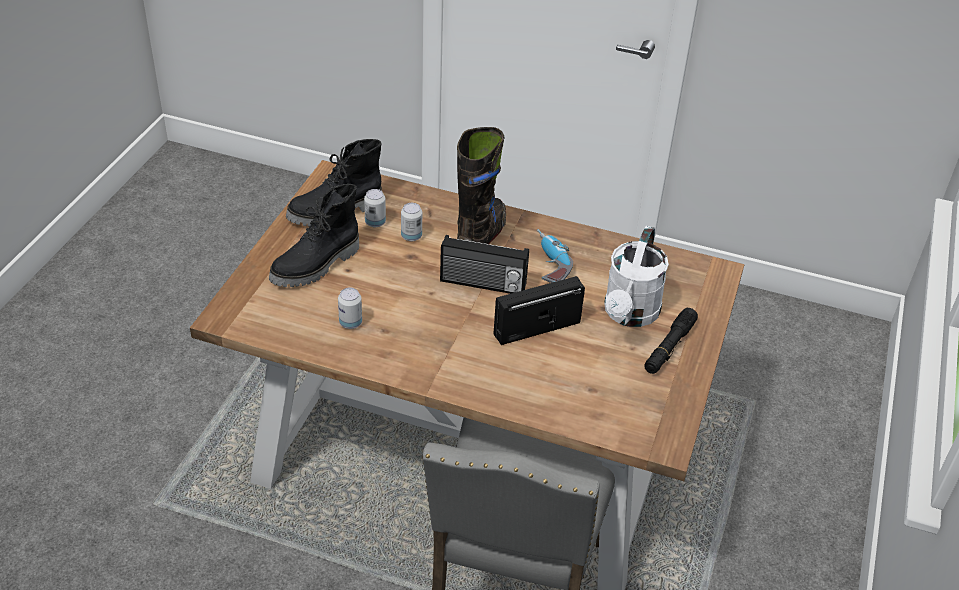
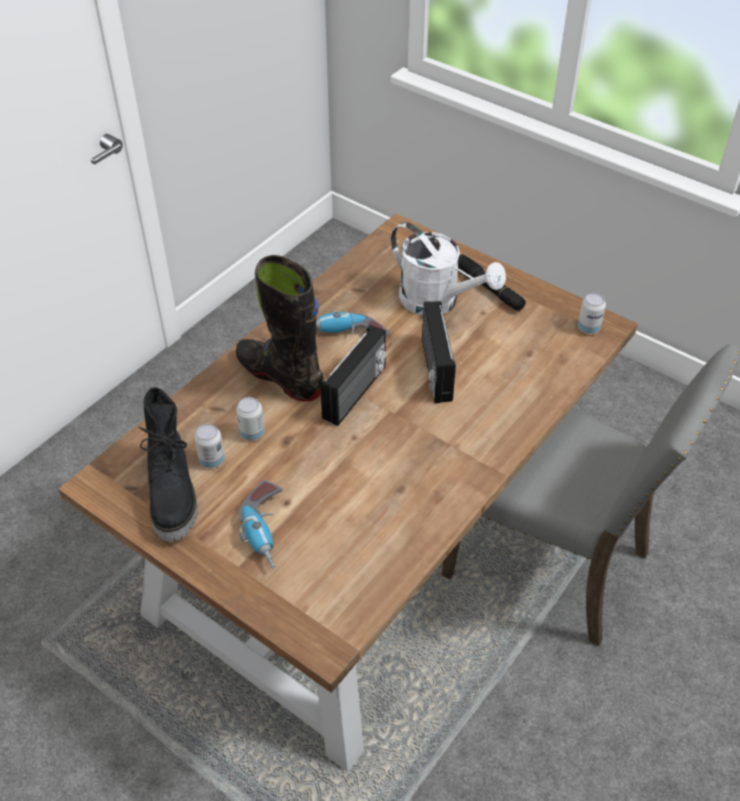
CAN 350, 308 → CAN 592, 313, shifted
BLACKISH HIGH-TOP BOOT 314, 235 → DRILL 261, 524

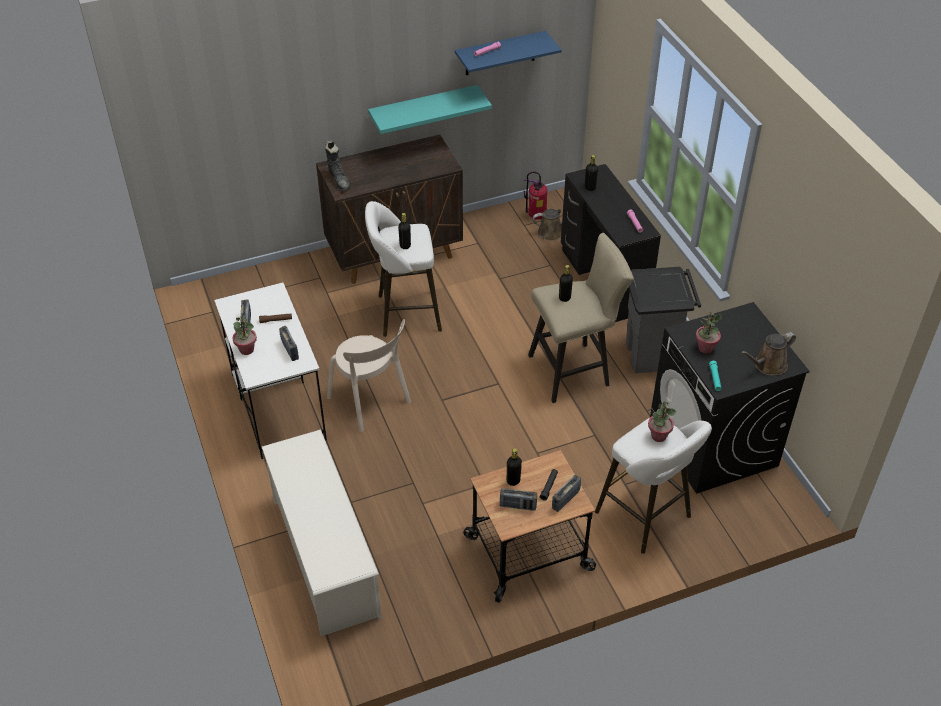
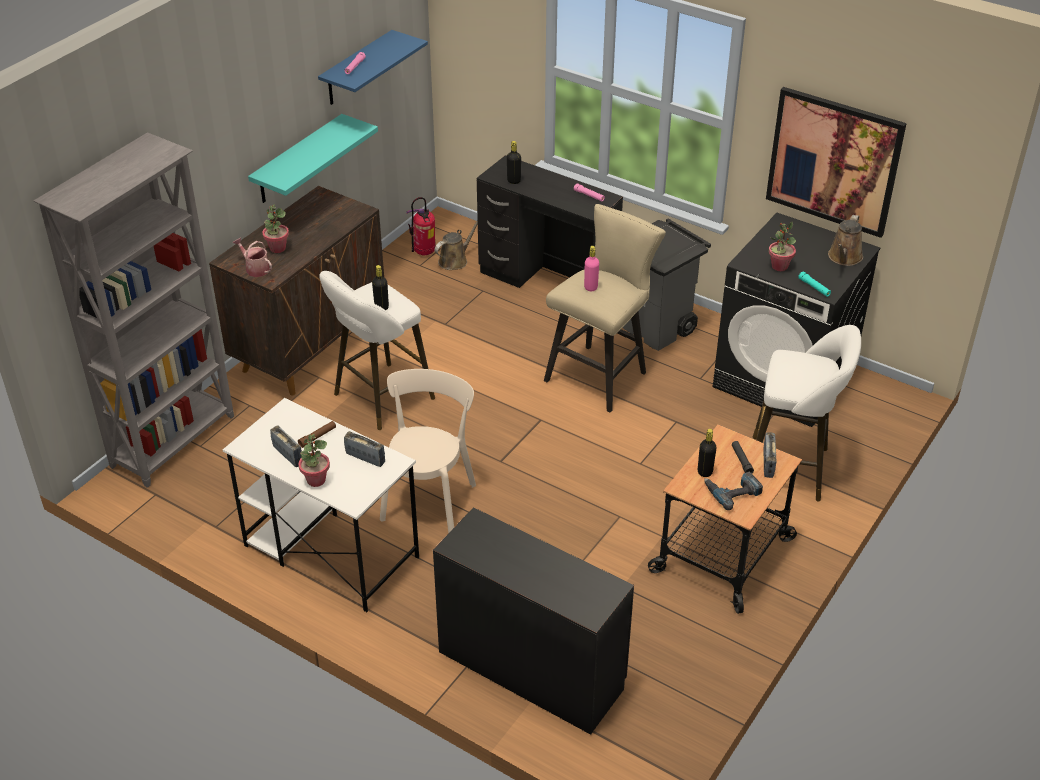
- → GRAY BOOKSHELF 134, 310
- → WALL ART 836, 162
HOUSEPLANT 662, 421 → HOUSEPLANT 275, 229, shifted
WHITE SHOE RACK 322, 533 → BLACKISH DESK TABLE 533, 621
BLACKISH HIGH-TOP BOOT 338, 165 → WATERING POT 252, 257
RADIO SET 518, 499 → DRILL 733, 491
BLACKISH DRINK BOTTLE 566, 283 → PINK DRINK BOTTLE 591, 268
BEIGE CHAIR 369, 375 → BEIGE CHAIR 428, 451, 90 degrees counterclockwise

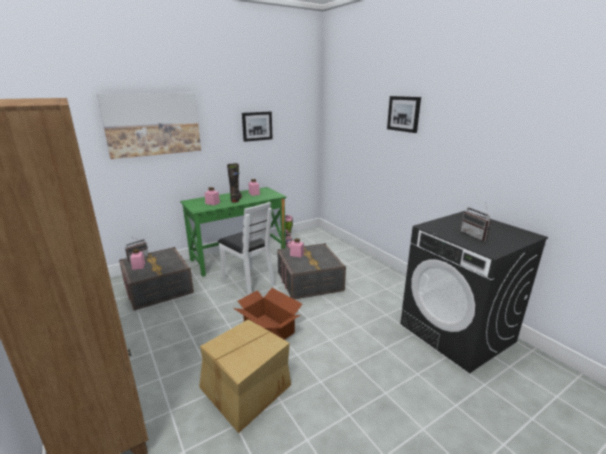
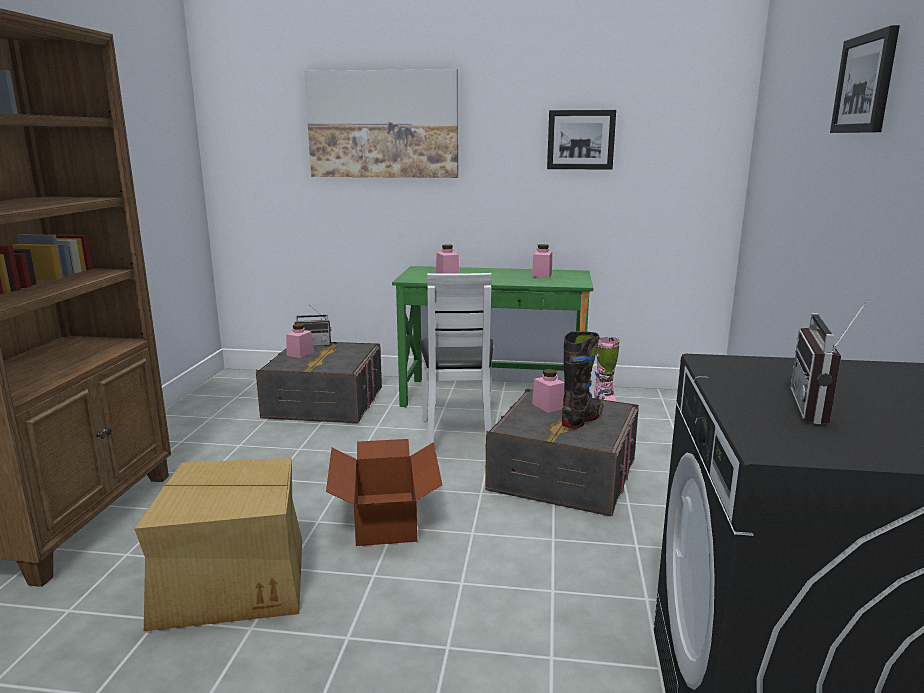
BLACKISH HIGH-TOP BOOT 234, 182 → BLACKISH HIGH-TOP BOOT 582, 380, shifted

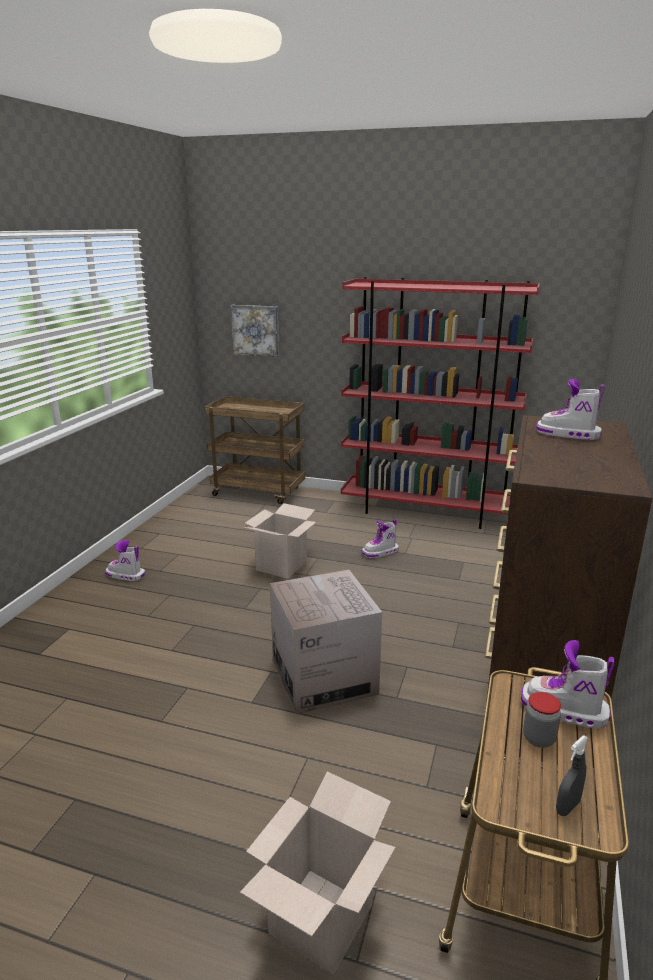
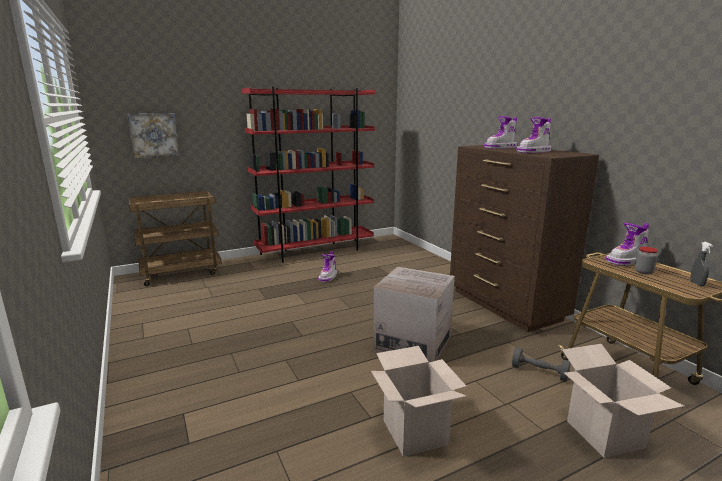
- → GRAY FREE WEIGHT 541, 364
HIGH-TOP BOOT 125, 560 → HIGH-TOP BOOT 534, 135, shifted
CARDBOARD BOX 280, 541 → CARDBOARD BOX 419, 401, shifted

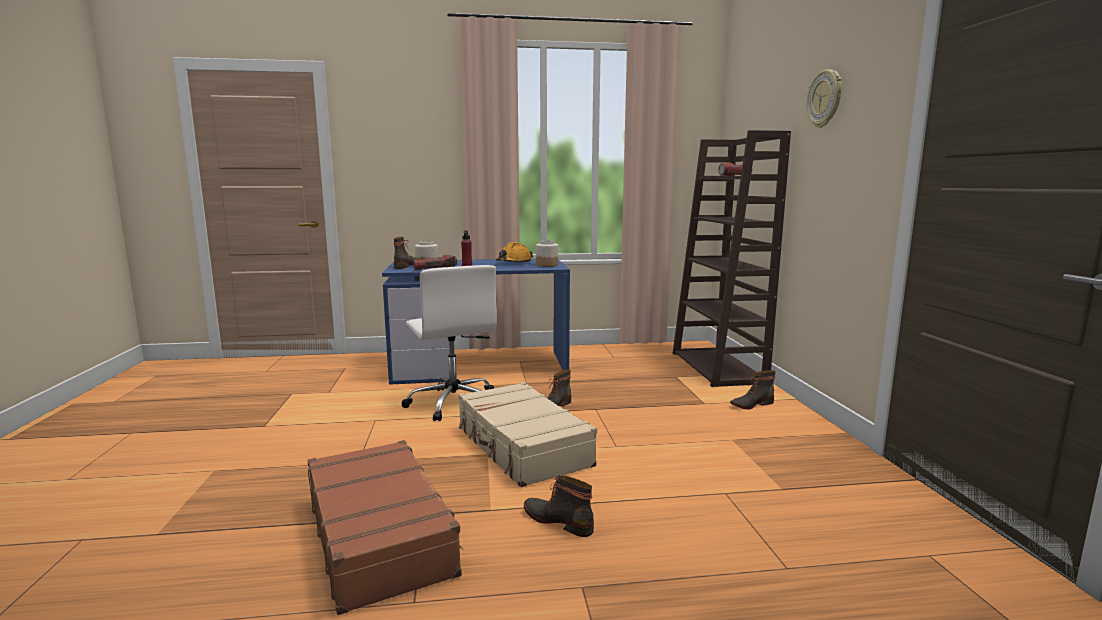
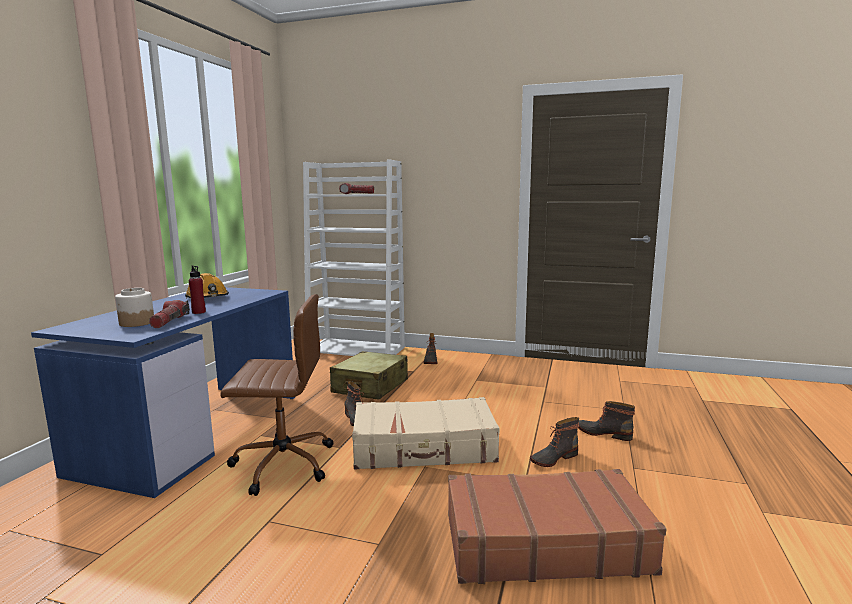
JAR 547, 253 → -
WALL CLOCK 824, 98 → -
- → BEIGE SUITCASE 369, 375
HIGH-TOP BOOT 404, 253 → HIGH-TOP BOOT 606, 421, shifted
WHITE DESK CHAIR 449, 343 → BROWN-COLOURED DESK CHAIR 276, 395
BROWN-COLOURED BOOKSHELF 731, 258 → WHITE BOOKSHELF 354, 258

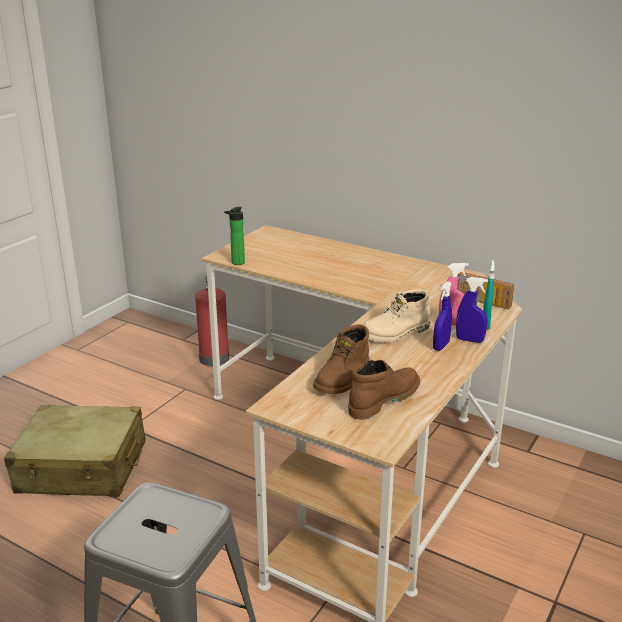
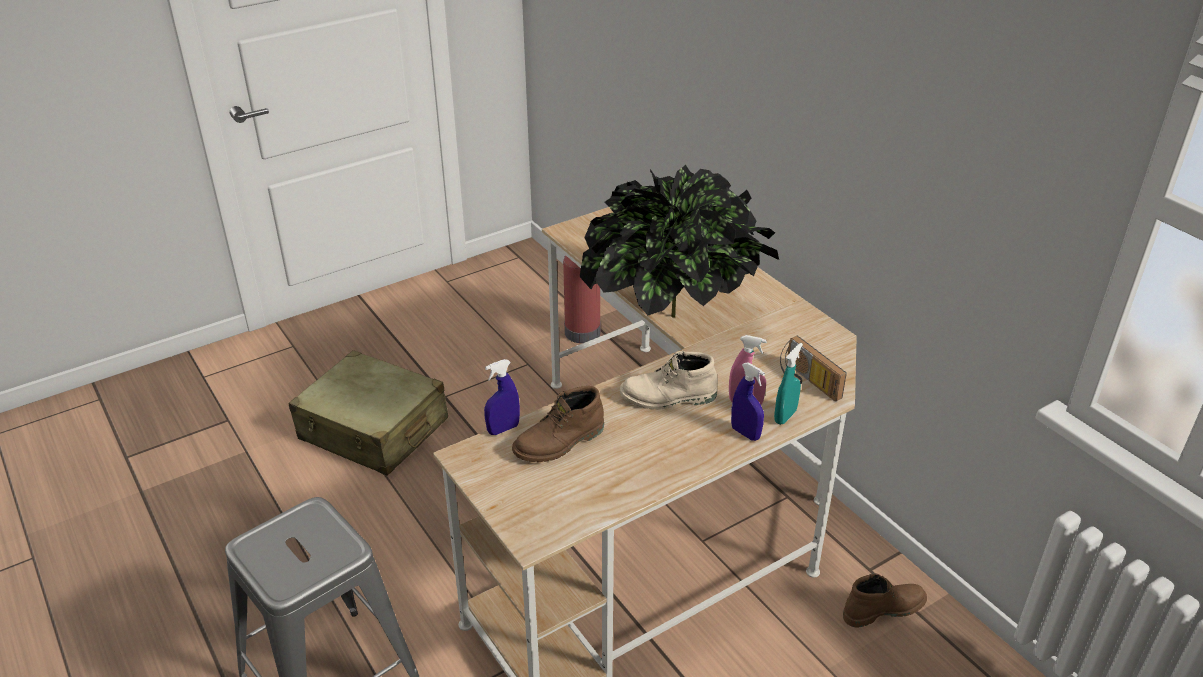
DRINK BOTTLE 234, 236 → -
- → HOUSEPLANT 679, 241
BROWN-COLOURED HIGH-TOP BOOT 384, 390 → BROWN-COLOURED HIGH-TOP BOOT 885, 601, shifted
BLUE HAND SPRAYER 442, 316 → BLUE HAND SPRAYER 502, 397, shifted

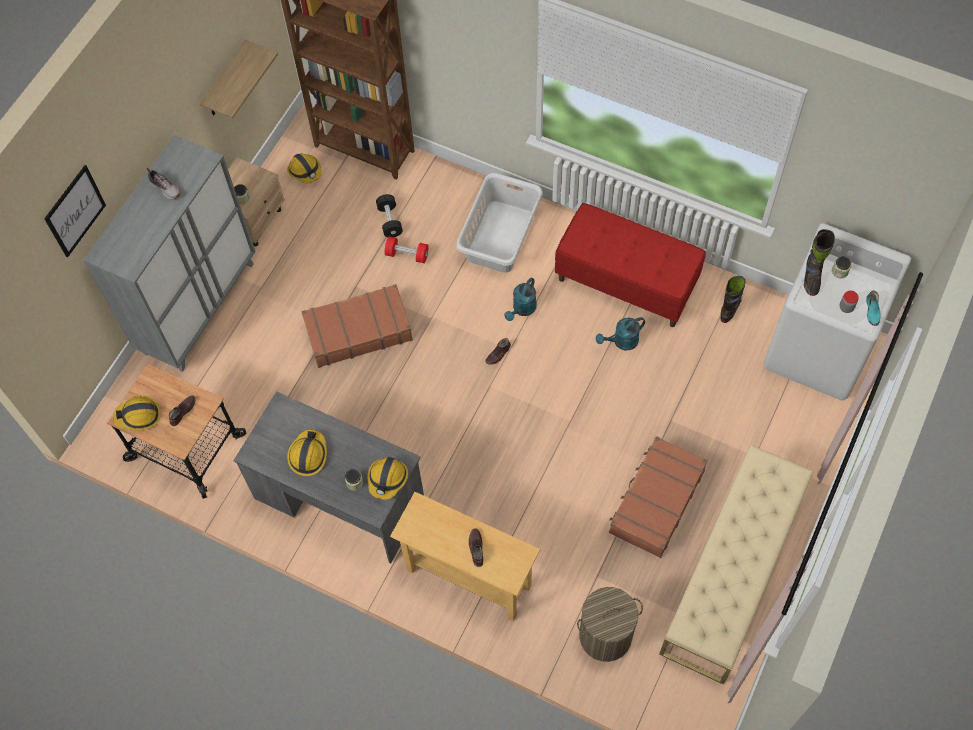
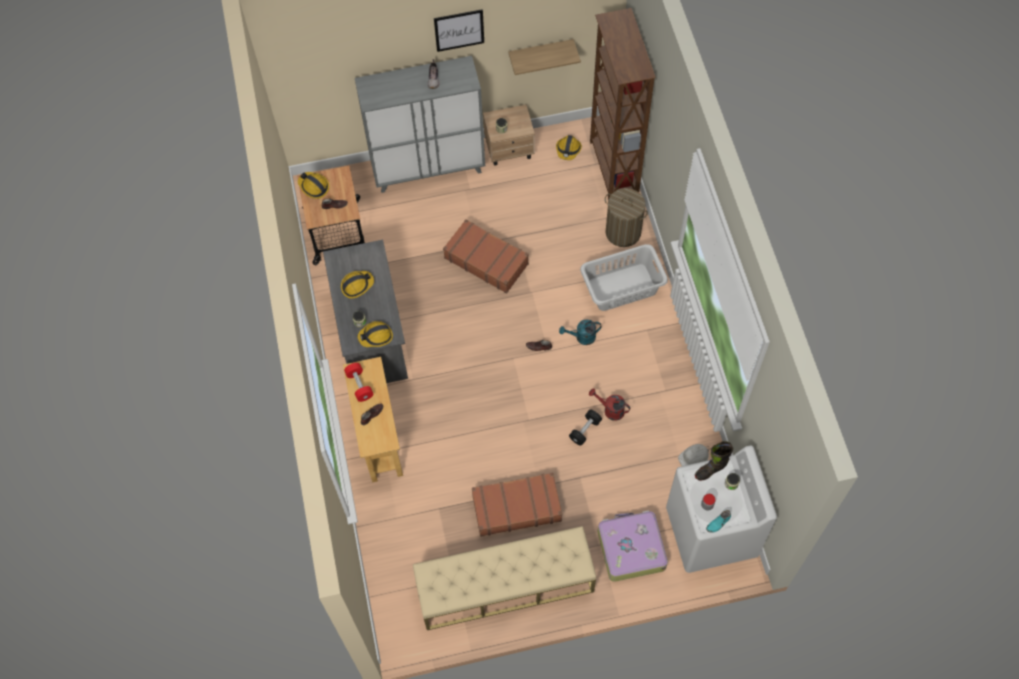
REDDISH LONG SEAT 630, 265 → -
- → SUITCASE 633, 546
WALL ART 75, 211 → WALL ART 459, 30, shifted
BLACKISH FREE WEIGHT 389, 215 → BLACKISH FREE WEIGHT 585, 427, shifted
REDDISH FREE WEIGHT 407, 249 → REDDISH FREE WEIGHT 358, 382, shifted
HAMPER 610, 624 → HAMPER 626, 217, shifted
BLACKISH HIGH-TOP BOOT 733, 299 → WHITE HARD HAT 693, 455
BLUE-GREEN WATERING POT 620, 333 → REDDISH WATERING POT 609, 404

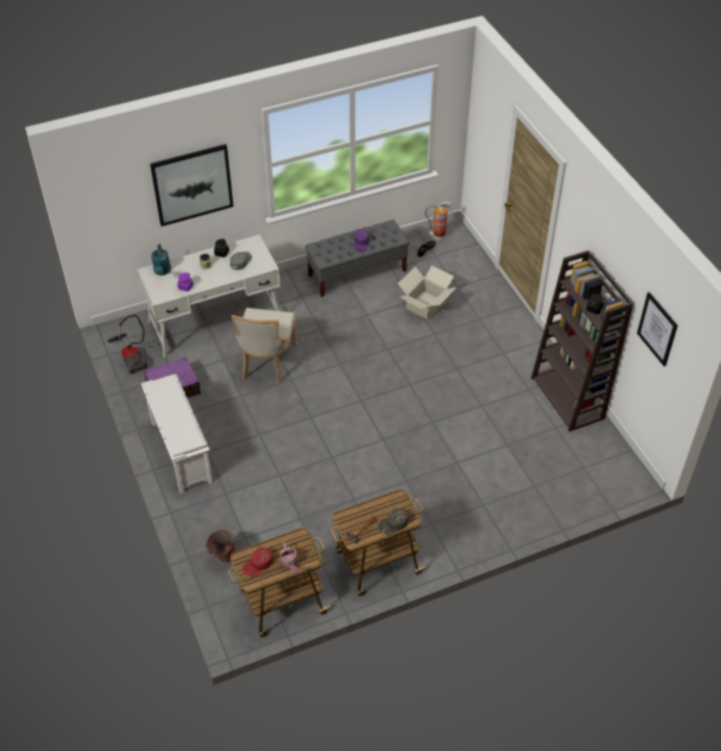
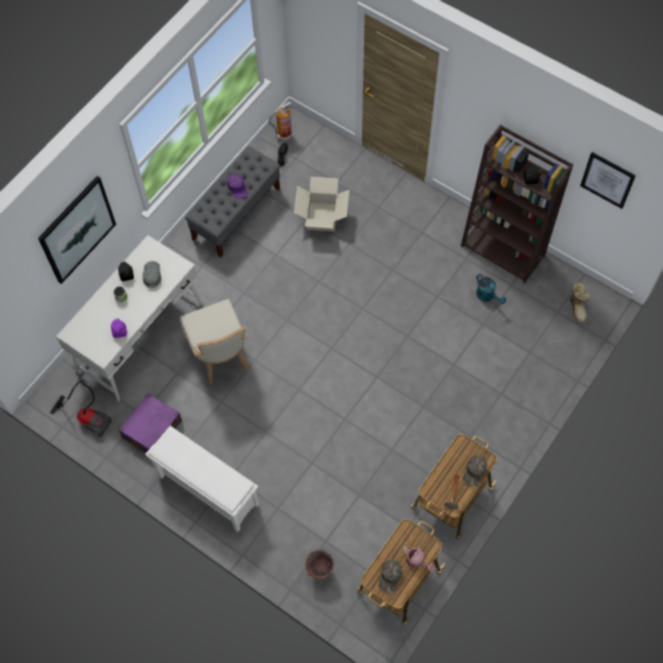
- → HIGH-TOP BOOT 580, 302
BLUE-GREEN WATERING POT 161, 259 → BLUE-GREEN WATERING POT 491, 289, shifted
REDDISH CAP 258, 562 → GREENISH CAP 390, 576

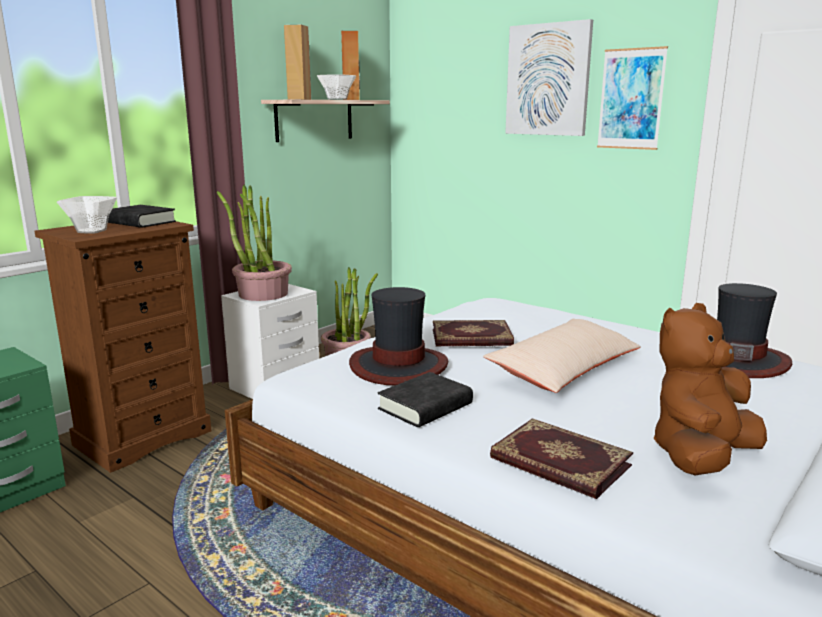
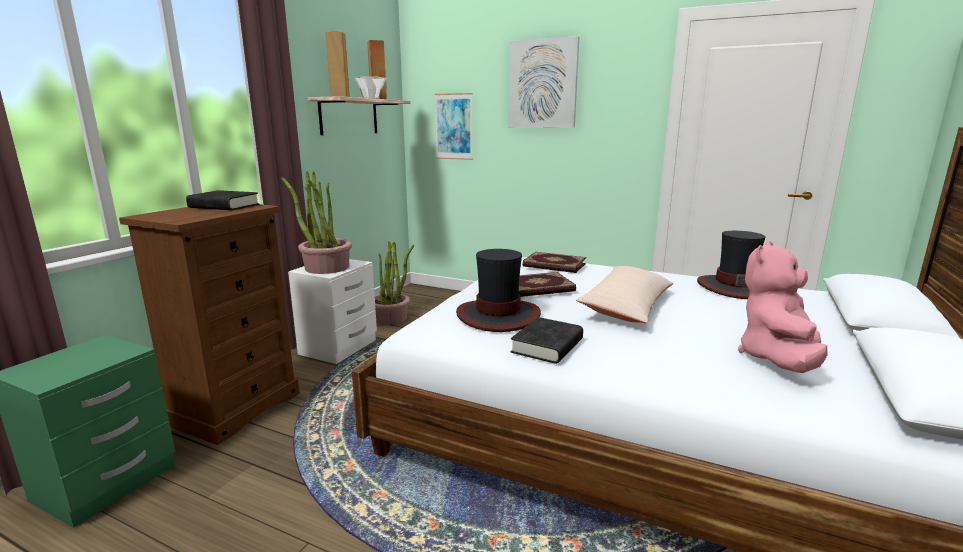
BOWL 87, 215 → -
BOOK 561, 458 → BOOK 554, 262, shifted
WALL ART 632, 98 → WALL ART 453, 126, shifted
BROWN-COLOURED SOFT TOY 710, 389 → PINK SOFT TOY 783, 307

